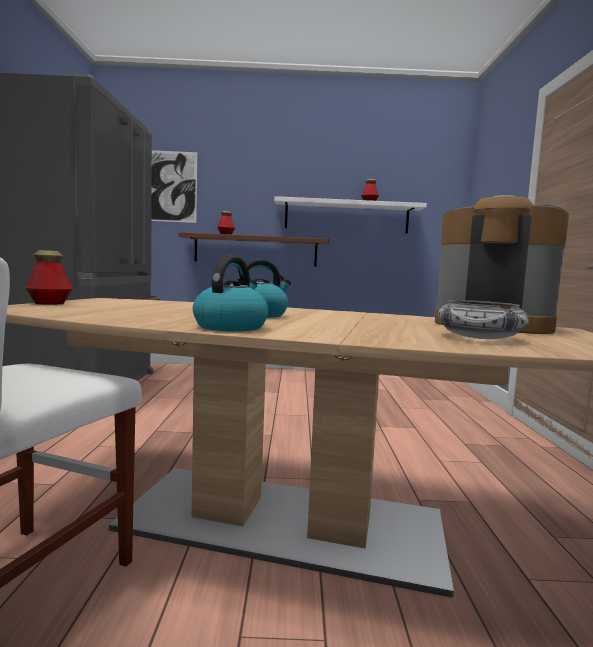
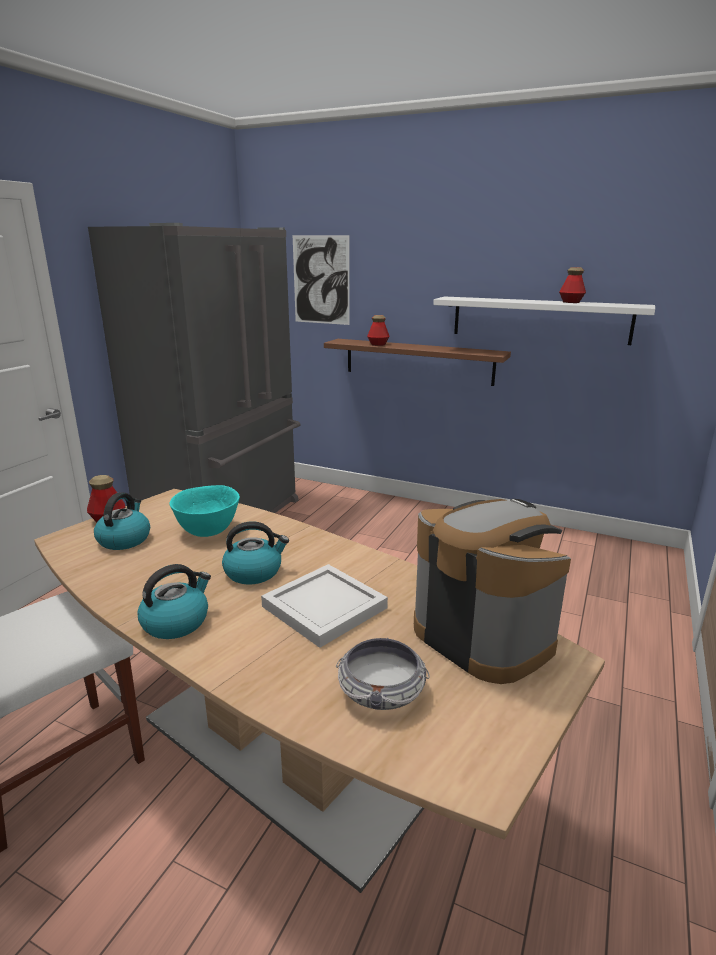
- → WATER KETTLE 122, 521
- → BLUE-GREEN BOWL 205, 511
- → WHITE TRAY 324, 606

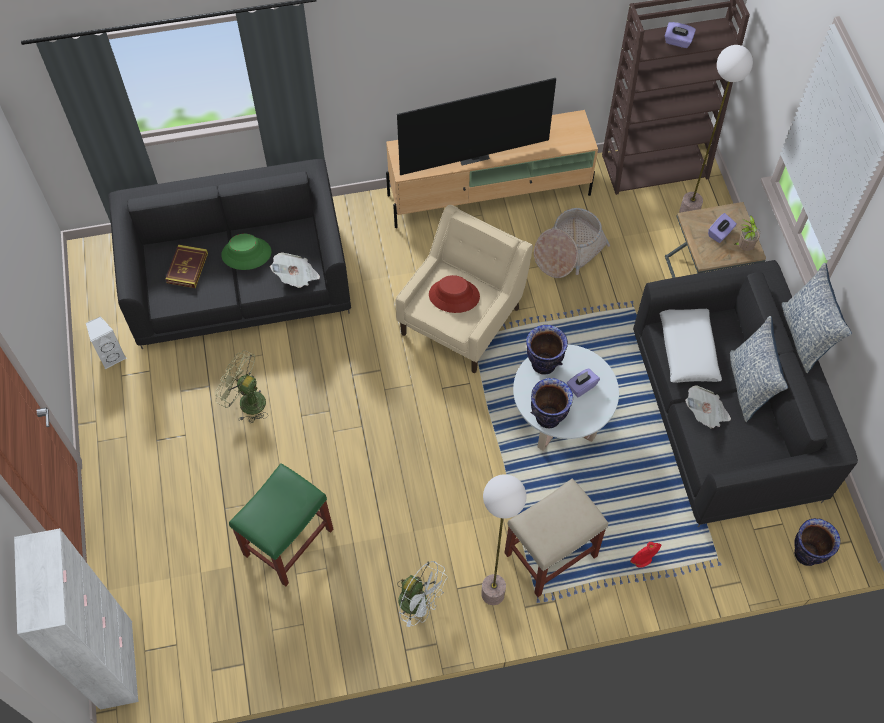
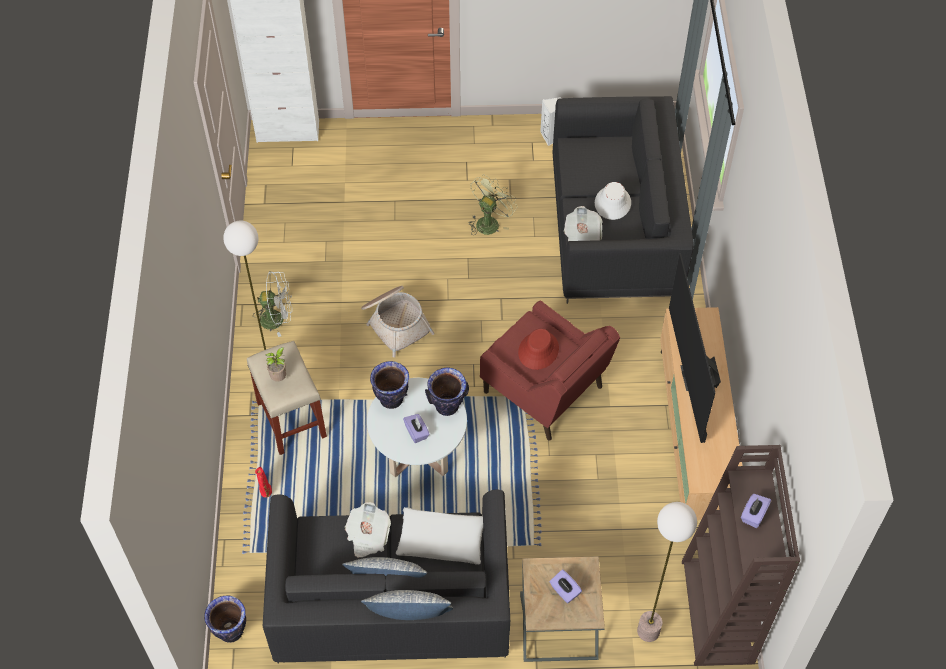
BOOK 186, 266 → -
GREENISH SITTING STOOL 281, 525 → -
BASKET 572, 243 → BASKET 398, 322, shifted
HOUSEPLANT 747, 233 → HOUSEPLANT 276, 364, shifted
GREENISH CLOTHING HAT 246, 252 → WHITE CLOTHING HAT 613, 201
BEIGE LOUNGE CHAIR 464, 289 → REDDISH LOUNGE CHAIR 550, 370
WHITE FAN 422, 594 → WHITE FAN 272, 304, 135 degrees counterclockwise

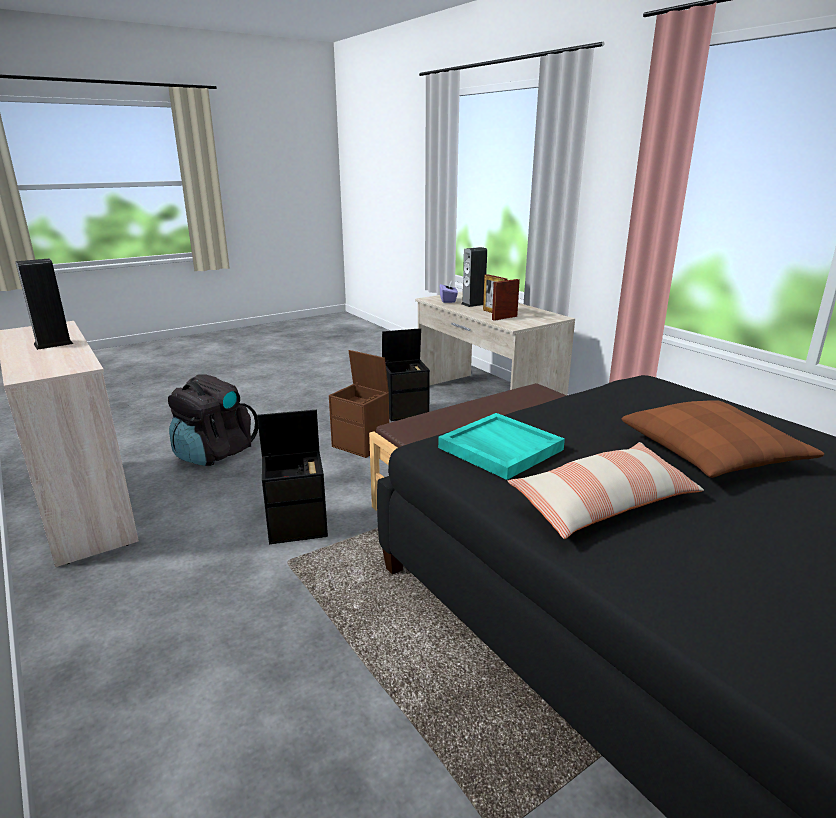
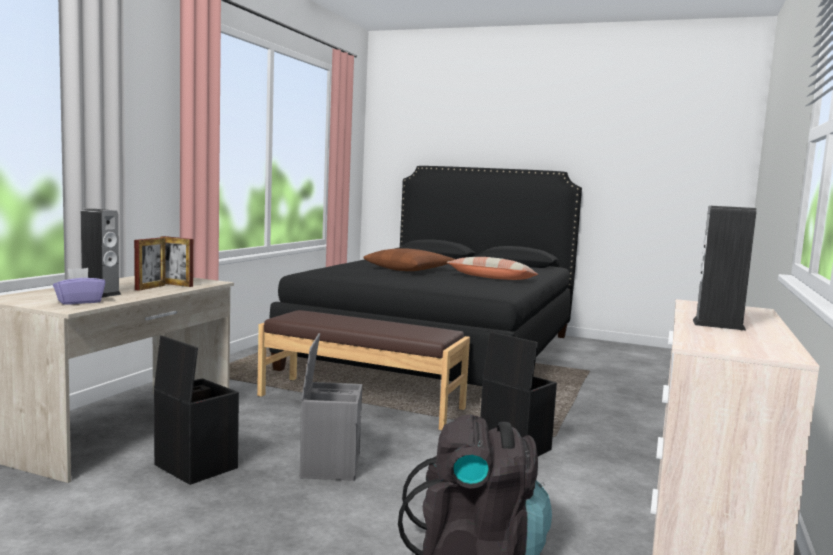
BLUE-GREEN TRAY 501, 446 → -
BROWN-COLOURED STORAGE BOX 359, 404 → GRAY STORAGE BOX 331, 407

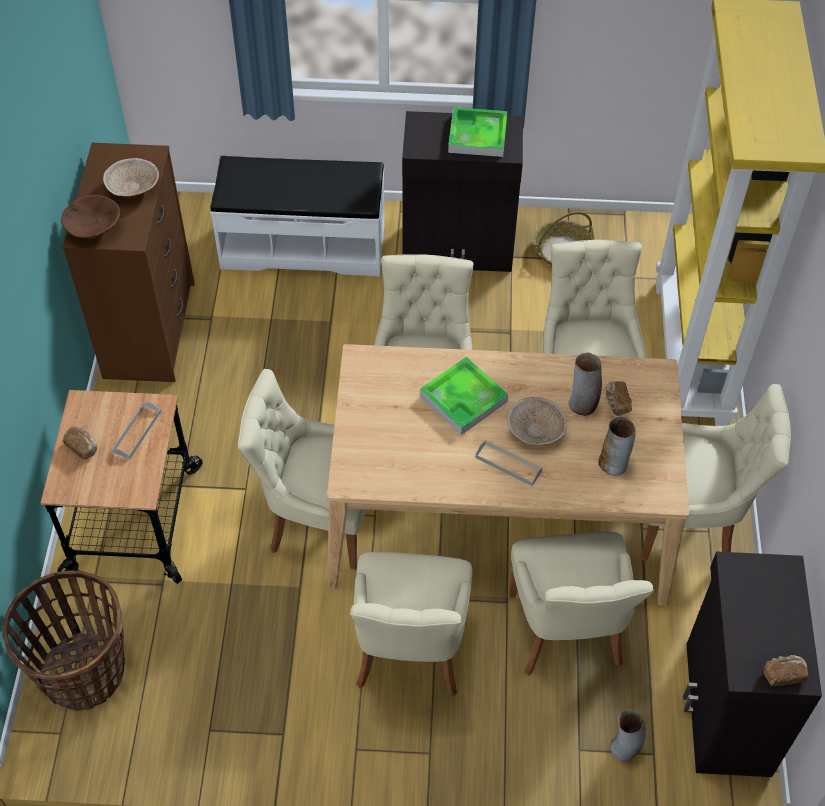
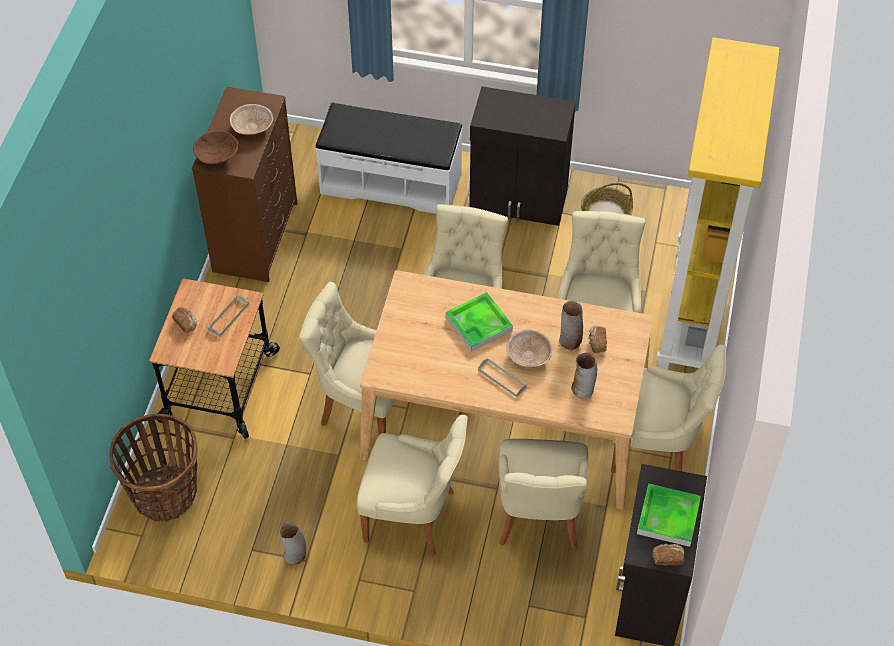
TRAY 477, 132 → TRAY 669, 515, shifted
VASE 628, 735 → VASE 292, 543, shifted
BEIGE CHAIR 411, 624 → BEIGE CHAIR 412, 485, 90 degrees counterclockwise

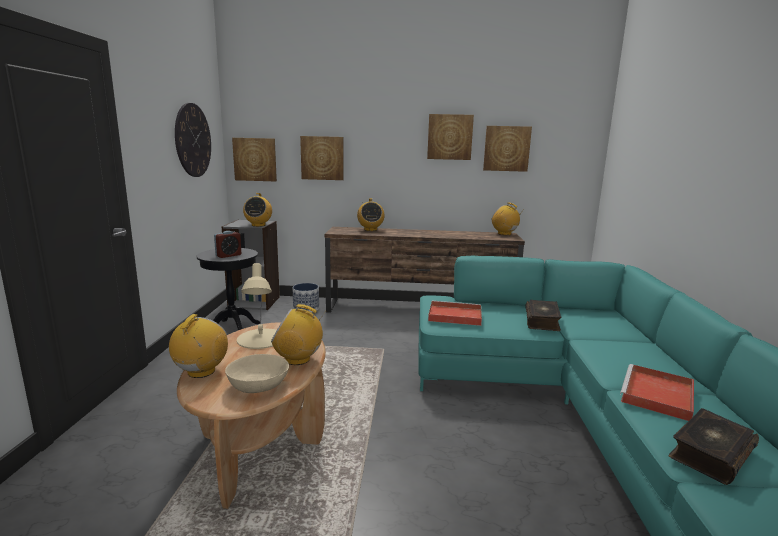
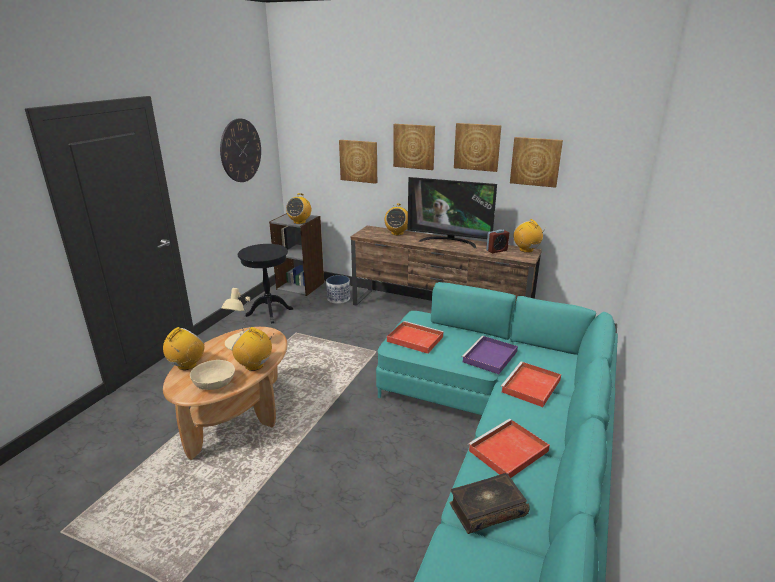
- → TV SET 452, 212
- → REDDISH TRAY 530, 384
BEDSIDE CLOCK 227, 244 → BEDSIDE CLOCK 497, 241, shifted
WALL ART 254, 160 → WALL ART 414, 147, shifted
BOOK 543, 315 → PURPLE-COLOURED TRAY 489, 355

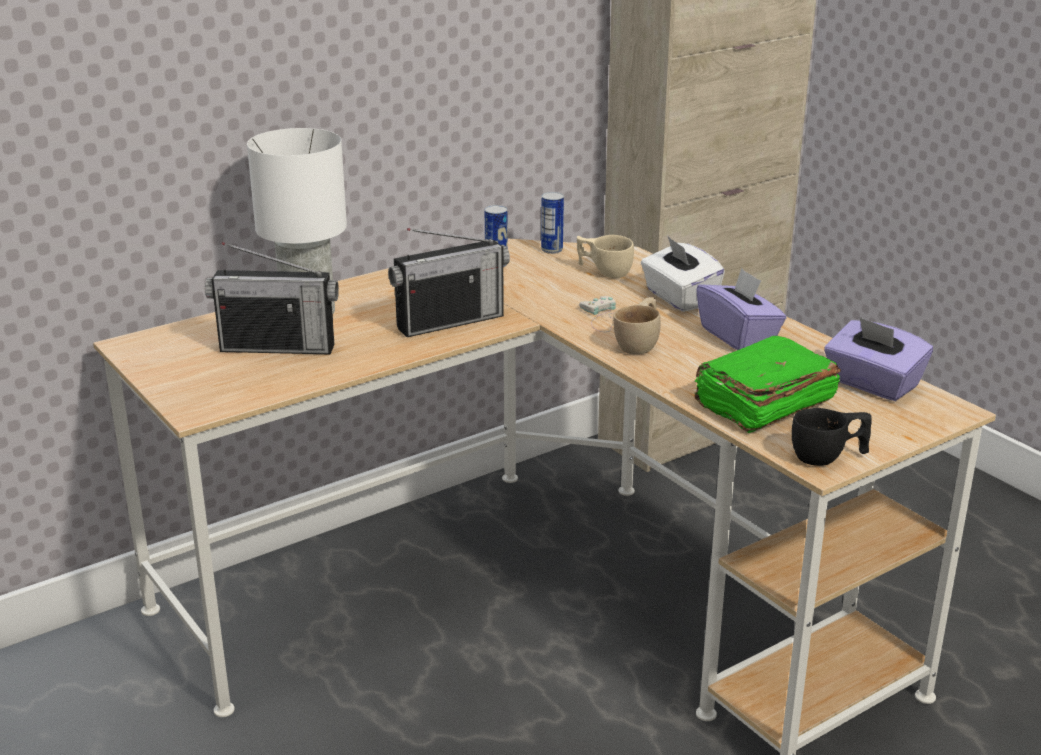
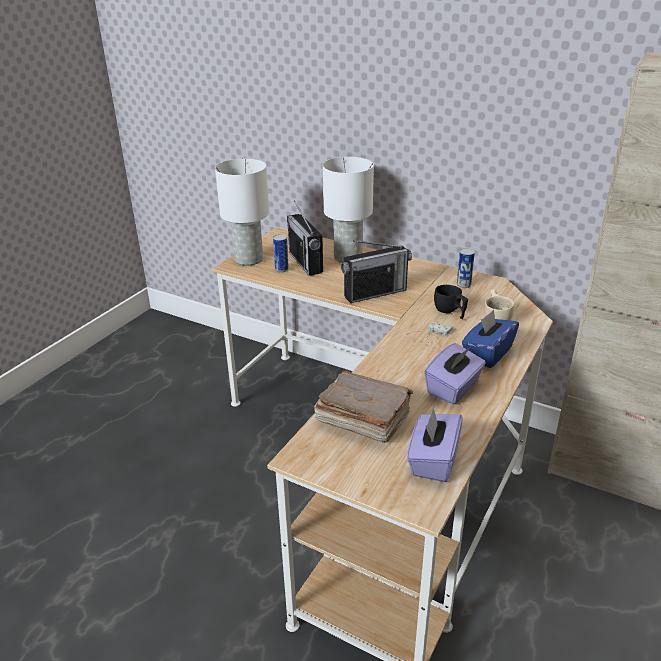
BEIGE CUP 636, 325 → -
- → WHITE TABLETOP LAMP 242, 212
CAN 552, 223 → CAN 281, 253, shifted
BLACKISH CUP 832, 437 → BLACKISH CUP 451, 302, shifted
WHITE BOX OF TISSUES 683, 274 → BLUE BOX OF TISSUES 490, 339
GREENISH BOOK 768, 384 → BROWN-COLOURED BOOK 363, 406
RADIO SET 449, 282 → RADIO SET 376, 271, 60 degrees counterclockwise

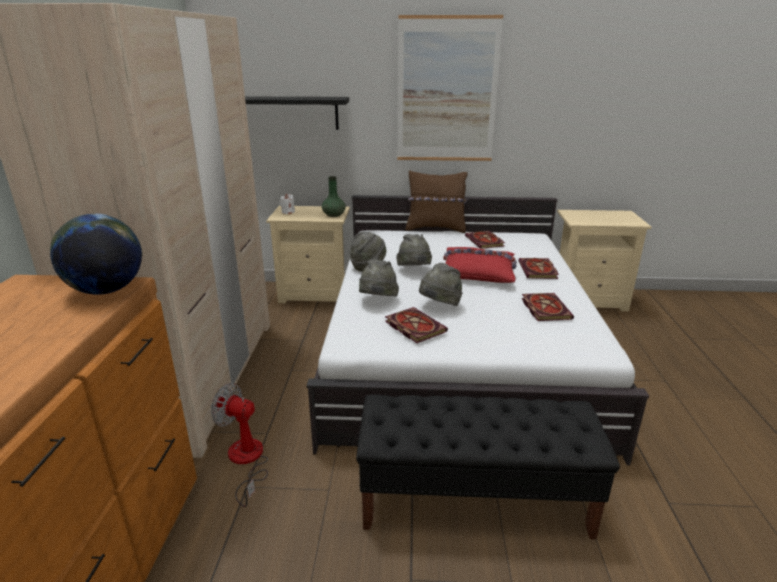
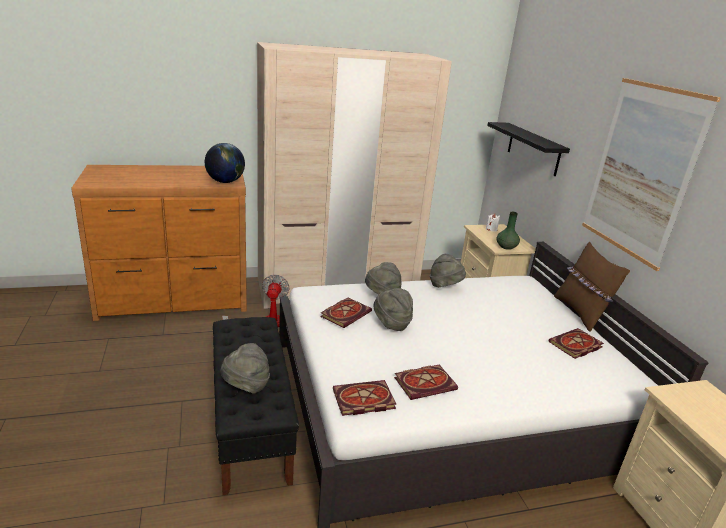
REDDISH THROW PILLOW 480, 265 → -
GRAY CLOTHING HAT 414, 250 → GRAY CLOTHING HAT 245, 368, shifted
BOOK 538, 268 → BOOK 364, 398, shifted

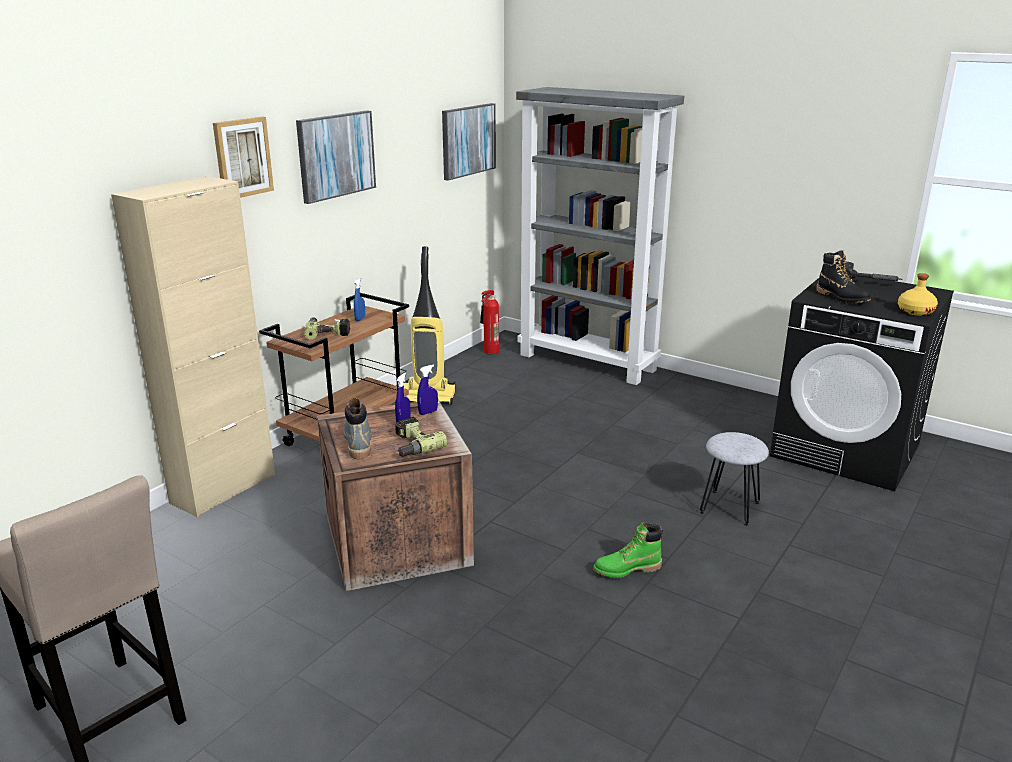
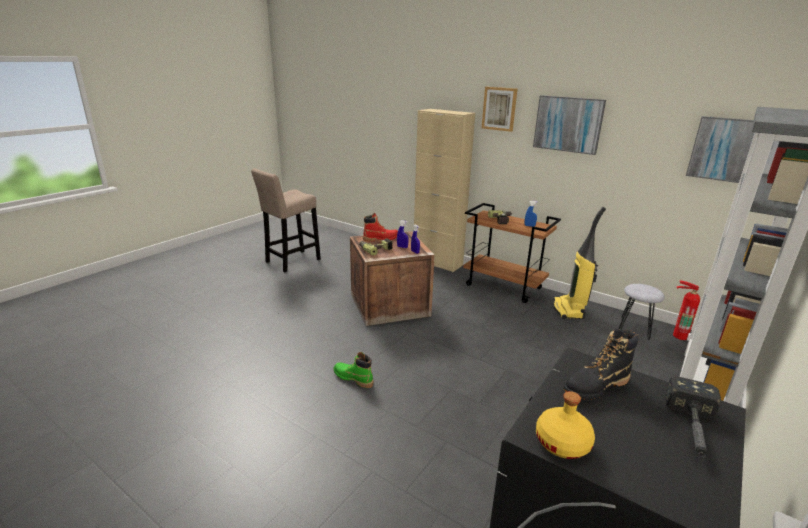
GRAY SITTING STOOL 734, 479 → GRAY SITTING STOOL 642, 312, shifted
GRAY HIGH-TOP BOOT 357, 428 → REDDISH HIGH-TOP BOOT 380, 227
GREENISH HIGH-TOP BOOT 628, 550 → GREENISH HIGH-TOP BOOT 353, 370, 45 degrees counterclockwise

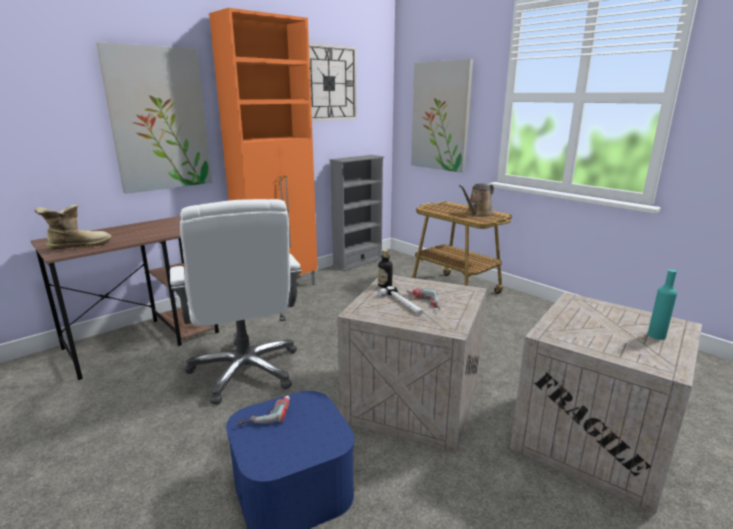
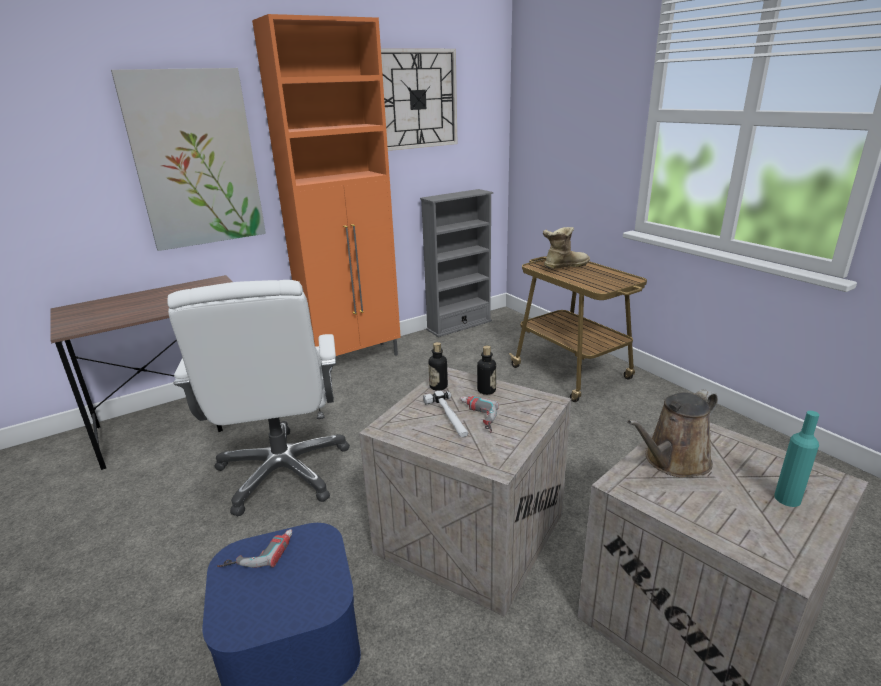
WALL ART 442, 116 → -
- → DRINK BOTTLE 486, 370
HIGH-TOP BOOT 73, 227 → HIGH-TOP BOOT 566, 248, shifted
BROWN-COLOURED WATERING POT 476, 200 → BROWN-COLOURED WATERING POT 672, 433, shifted

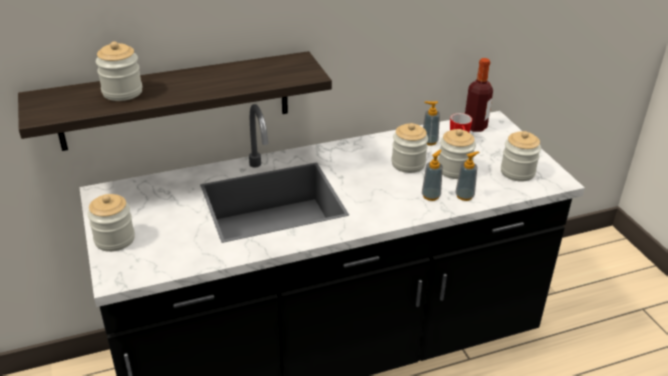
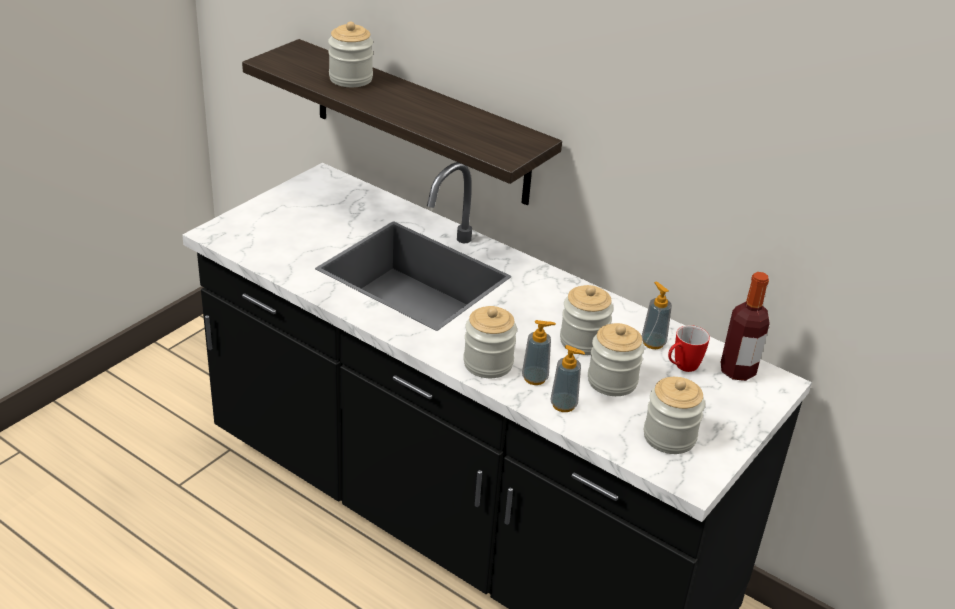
JAR 111, 223 → JAR 490, 342, shifted

